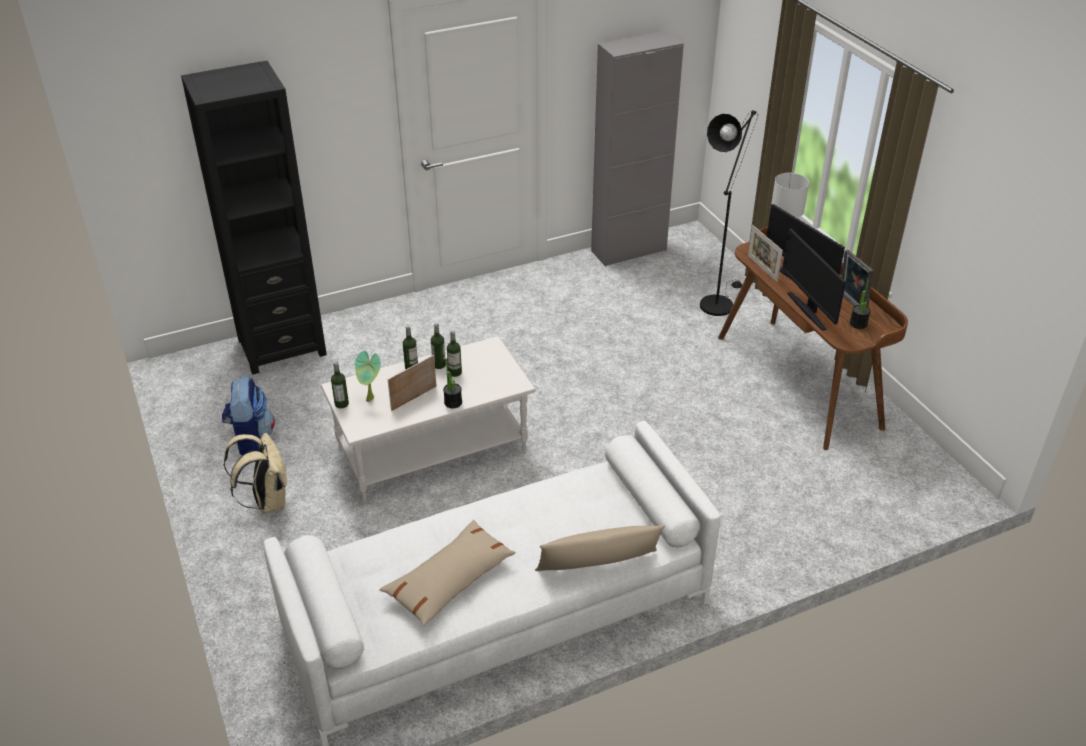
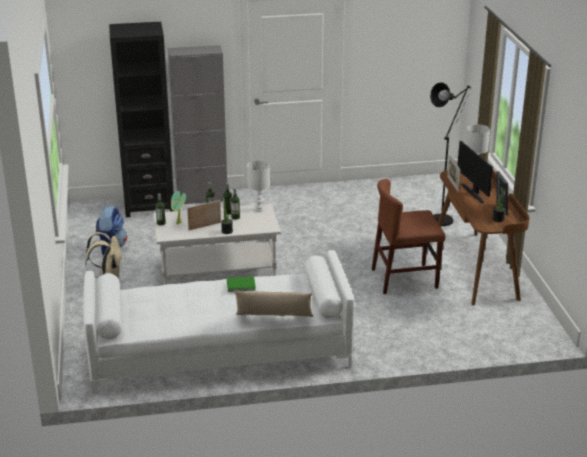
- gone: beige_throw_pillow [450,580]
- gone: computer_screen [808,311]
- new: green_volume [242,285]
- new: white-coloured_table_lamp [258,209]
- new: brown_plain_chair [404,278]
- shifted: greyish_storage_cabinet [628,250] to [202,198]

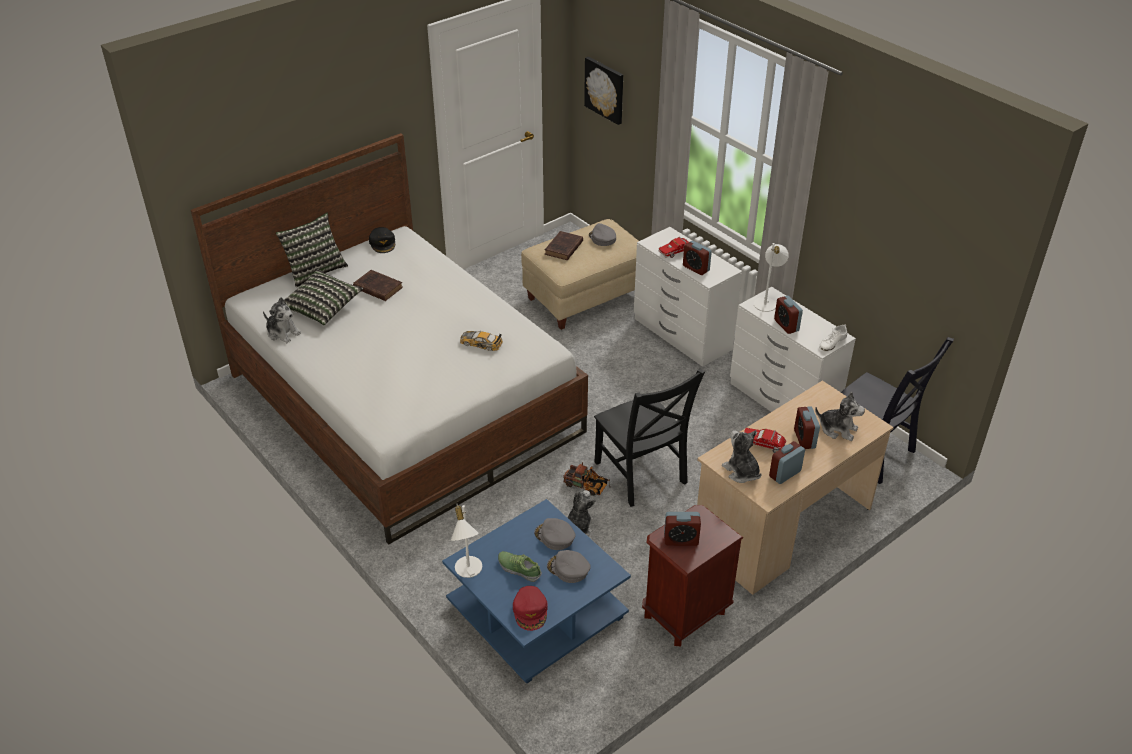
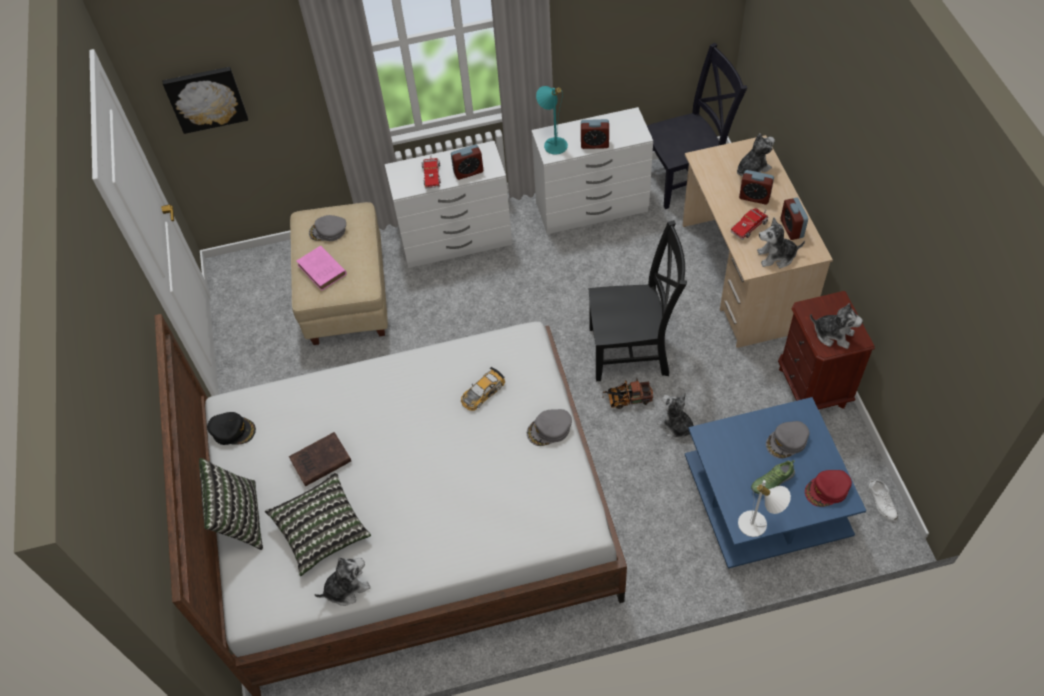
- shifted: greyish_peaked_cap [554,536] to [549,430]
- shifted: white-coloured_shoe [832,342] to [882,502]
- swapped: alarm_clock [681,540] to soft_toy [833,334]
- repainted: brown_volume [563,248] to pinkish_volume [323,270]
- repainted: white-coloured_table_lamp [767,302] to blue-green_table_lamp [553,143]
- rotated: red-coloured_peaked_cap [530,611] = [827,490] 135 degrees clockwise
- rotated: toy_lorry [587,486] = [626,399] 150 degrees counterclockwise

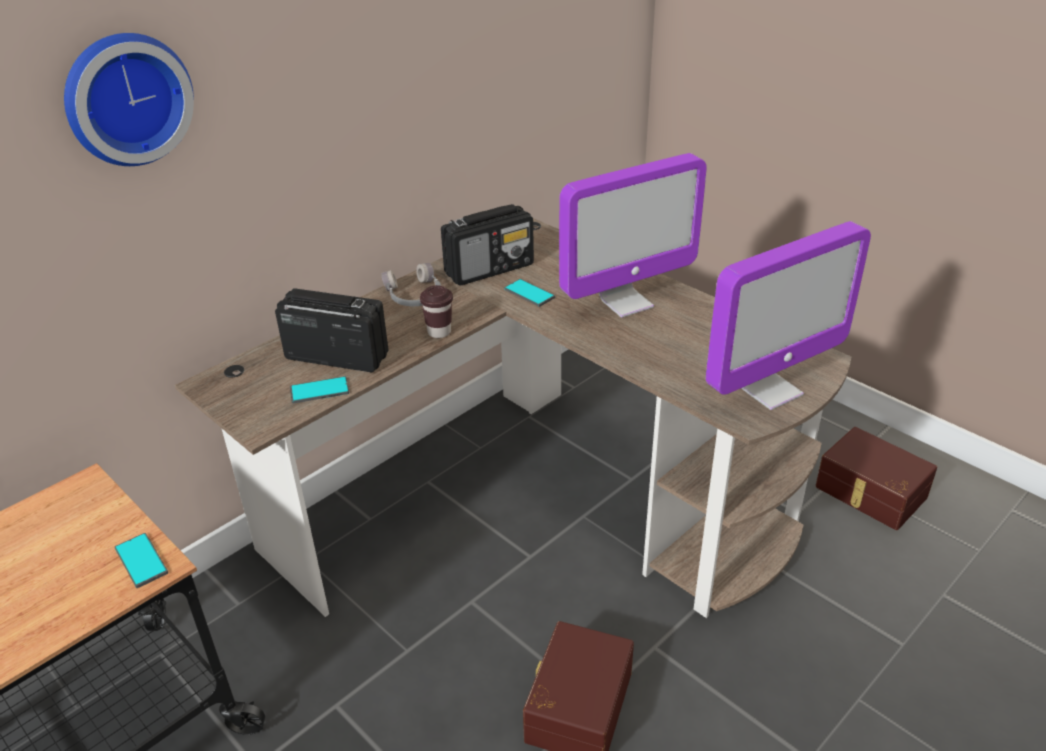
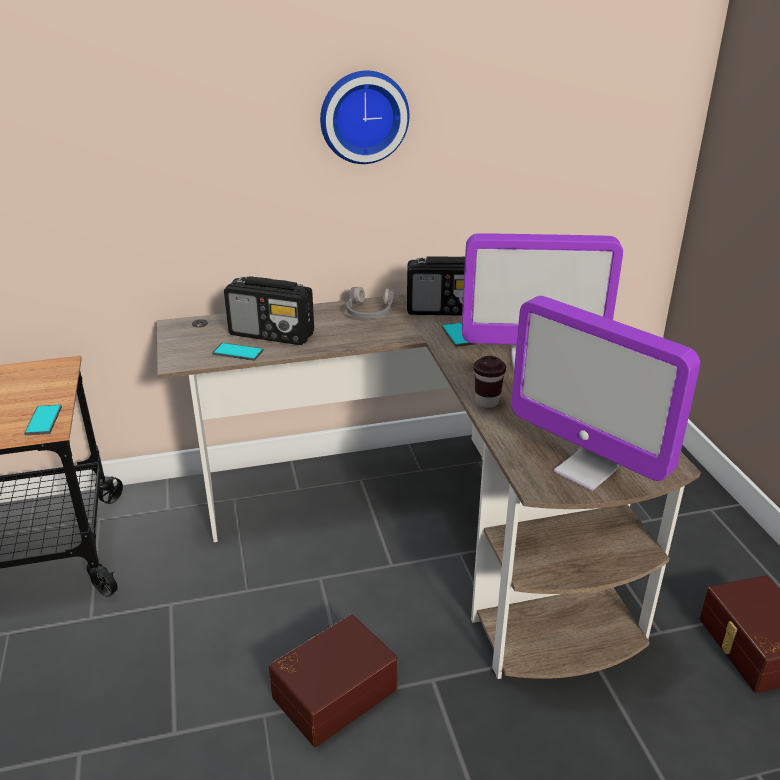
- shifted: wall_clock [126,98] to [363,116]
- shifted: brown_small_cup [439,332] to [487,402]
- rotated: radio_receiver [336,356] = [272,334] 150 degrees clockwise
- rotated: computer_screen [769,390] = [586,470] 45 degrees clockwise

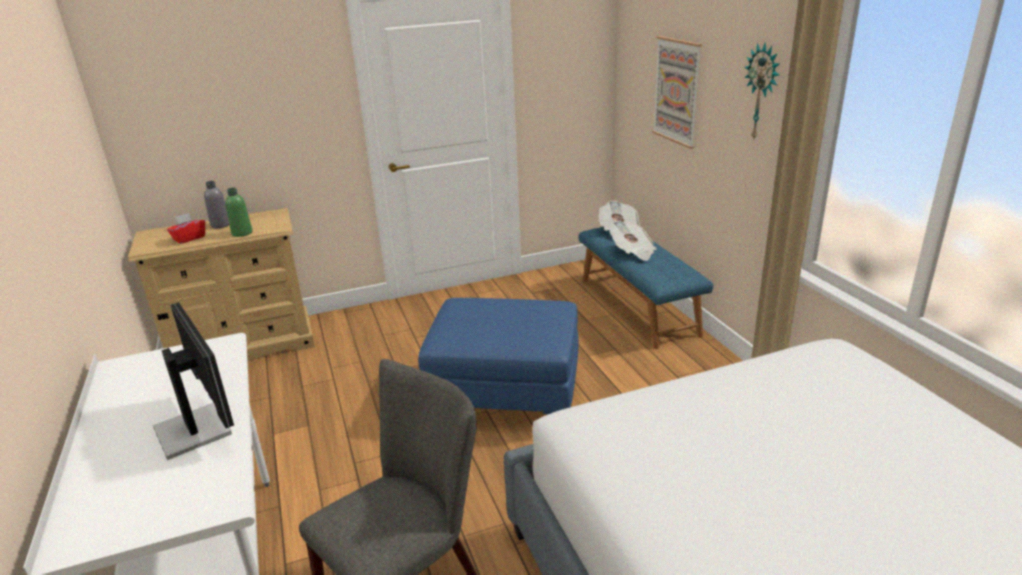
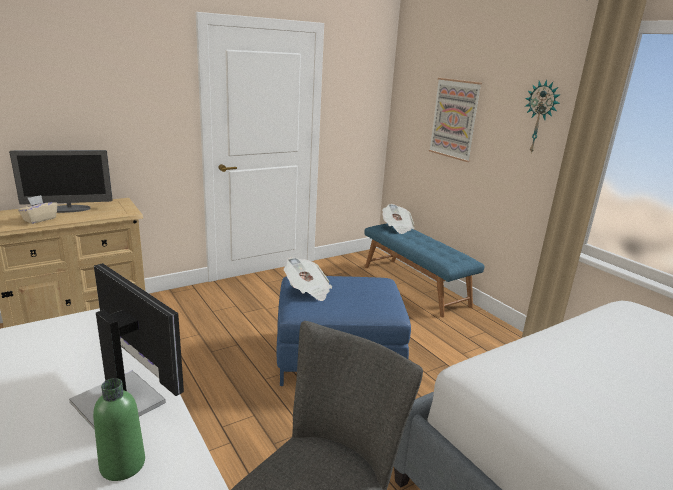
- shifted: green_bottle [242,233] to [122,465]
- shifted: daily_paper [633,252] to [308,290]
- swapped: greyish_bottle [221,225] to computer_screen [68,209]
- repainted: red-coloured_box_of_tissues [189,238] to beige_box_of_tissues [39,219]

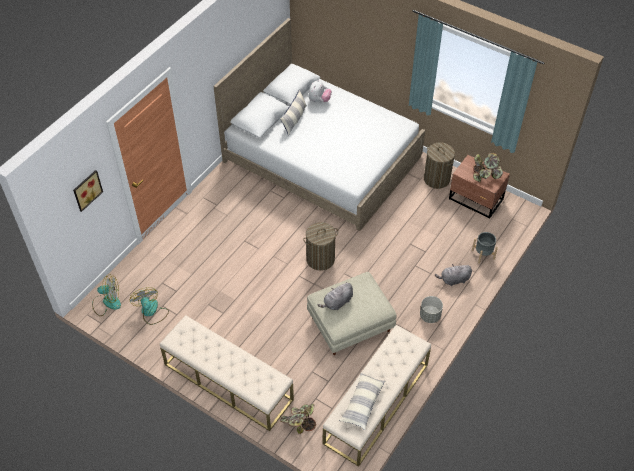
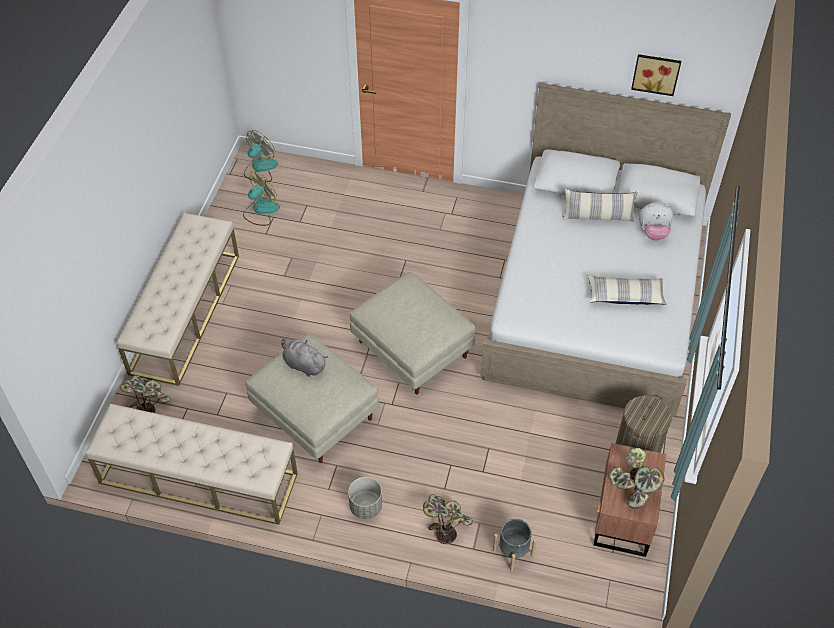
- shifted: wall_art [86,189] to [656,73]
- shifted: throw_pillow [362,403] to [625,295]
- swapped: washing_basket [320,259] to beige_footrest [411,349]
- swapped: greyish_soft_toy [454,280] to plant_in_a_pot [445,522]
- rotated: cooling_fan [107,302] = [260,168] 120 degrees counterclockwise

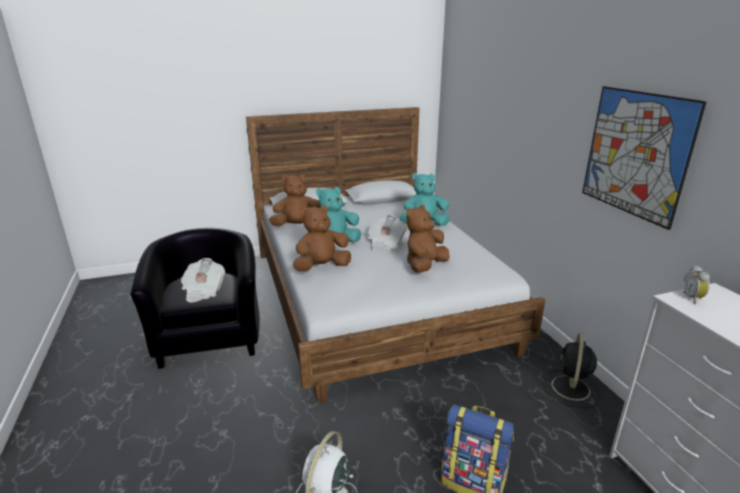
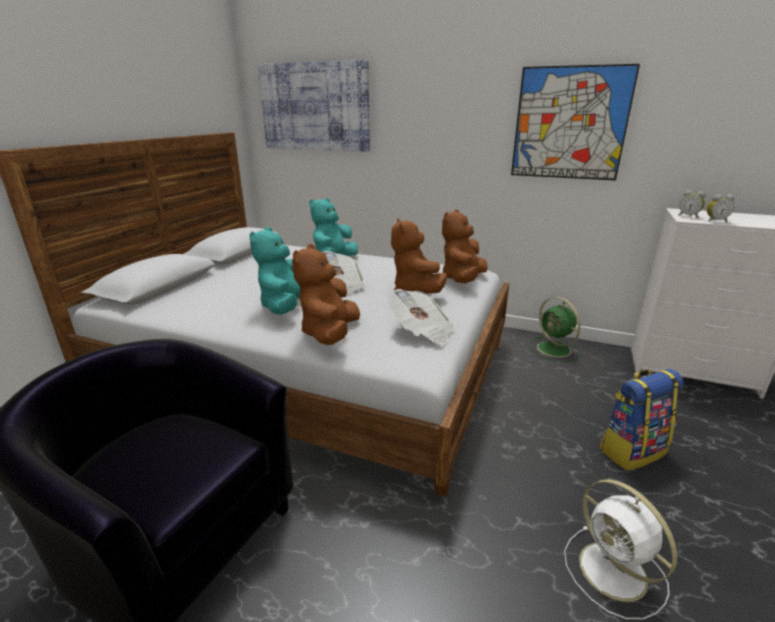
- new: wall_art [315,107]
- new: alarm_clock [715,221]
- shifted: daily_paper [203,291] to [421,332]
- shifted: brown_soft_toy [297,226] to [462,279]
- repainted: blackish_cooling_fan [570,389] to green_cooling_fan [555,350]

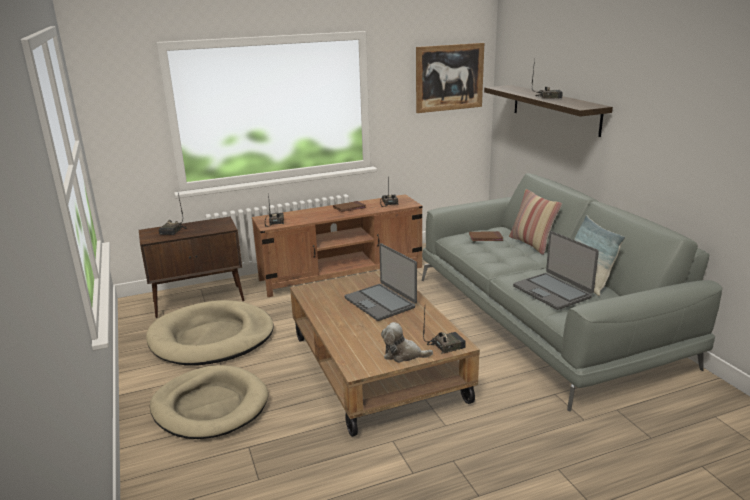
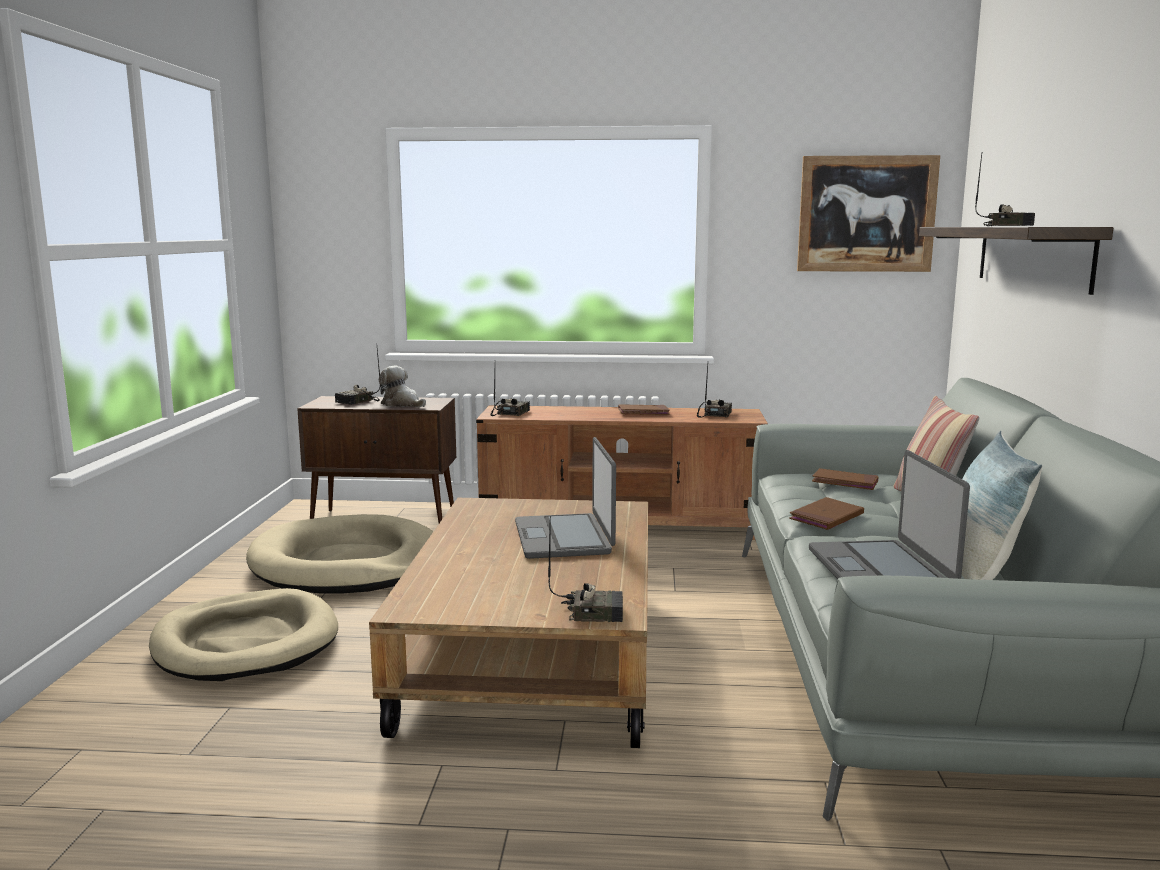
- new: brown_volume [826,517]
- shifted: soft_toy [403,354] to [402,404]

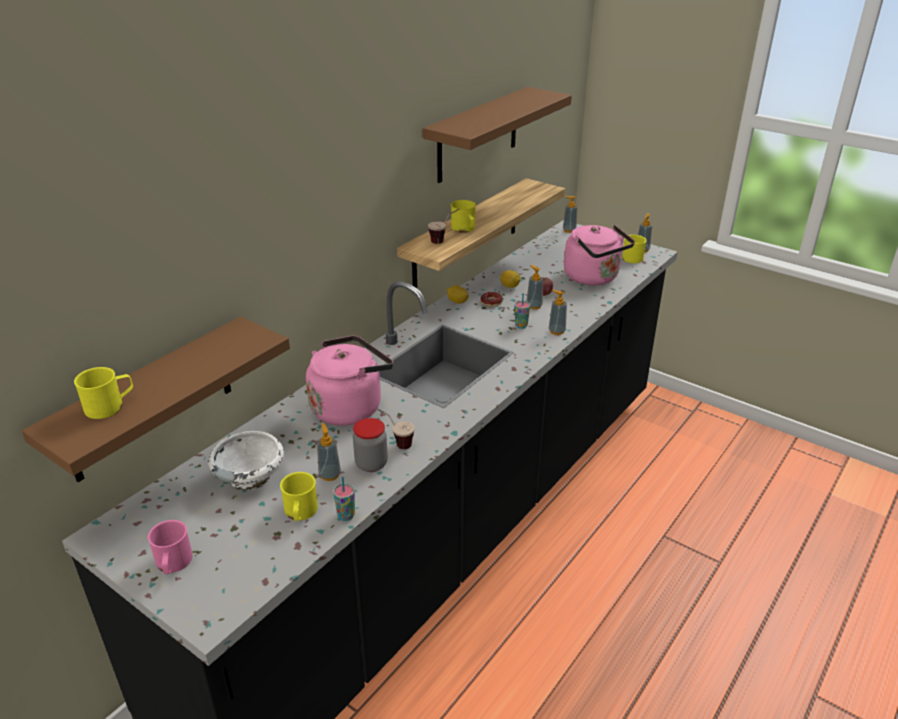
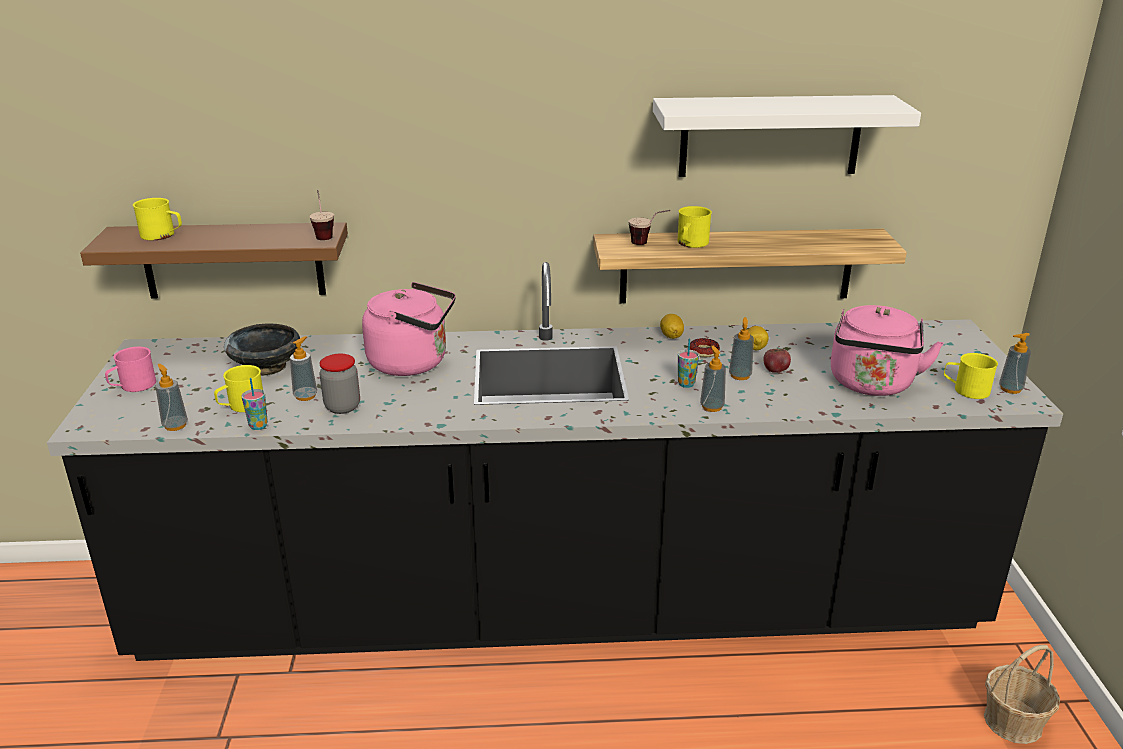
- new: storage_basket [1013,722]
- shifted: small_cup [396,442] to [323,234]
- shifted: liquid_soap_bottle [569,230] to [175,425]
- repainted: white-coloured_deep_dish [250,476] to blackish_deep_dish [266,366]
- repainted: brown_wall_shelf [478,135] to white-coloured_wall_shelf [770,136]

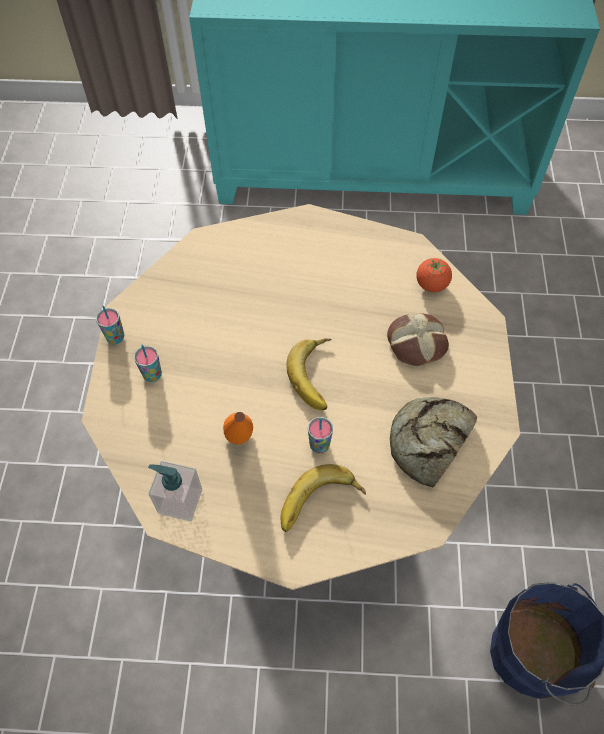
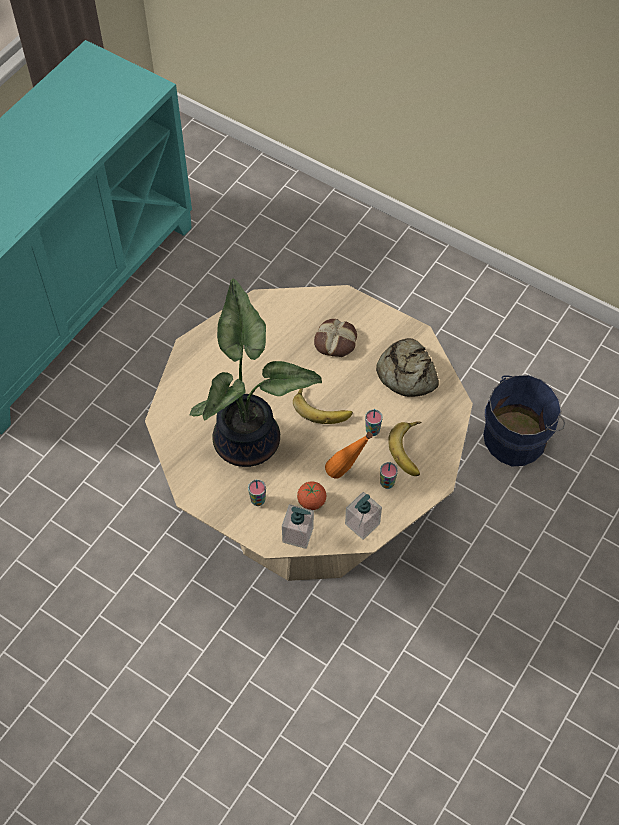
- new: plant_in_a_pot [250,438]
- new: liquid_soap_bottle [298,535]
- shifted: small_cup [115,338] to [387,483]
- shifted: tomato [431,285] to [311,501]

